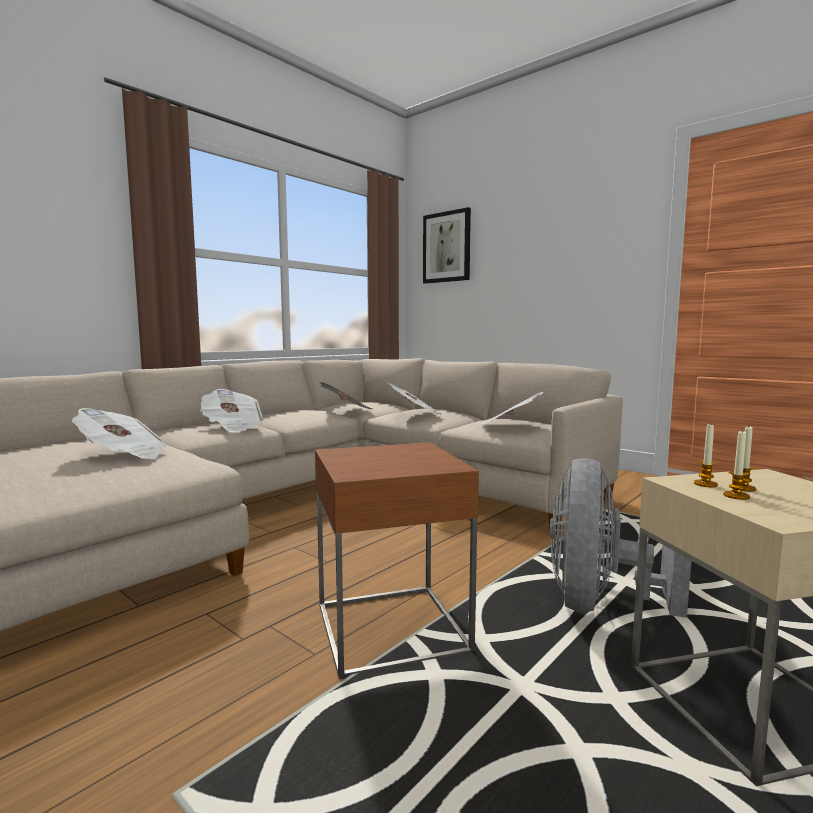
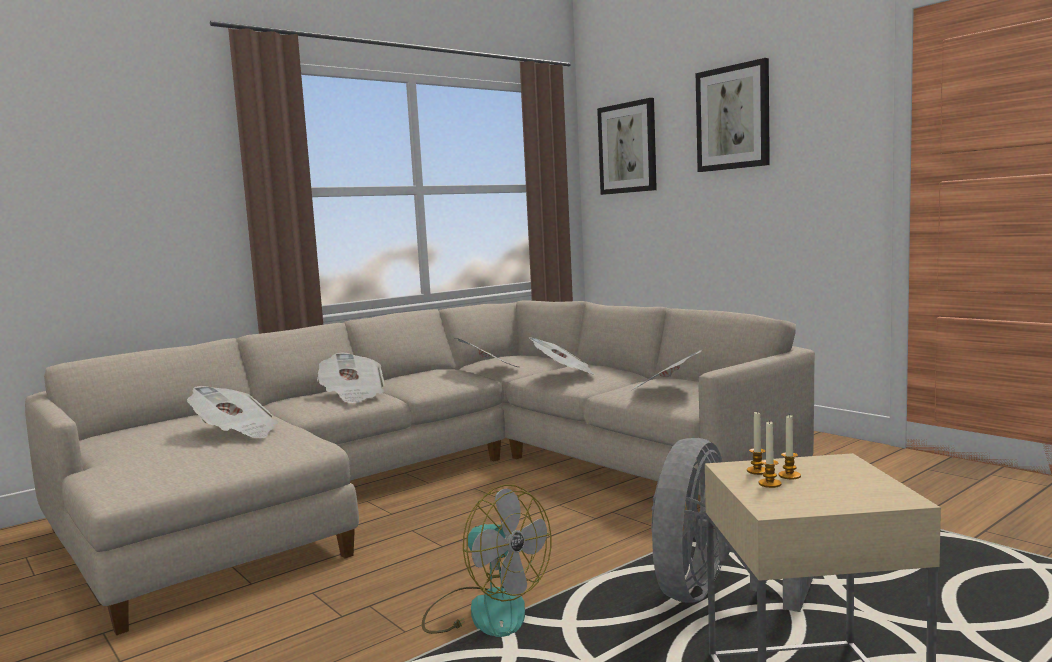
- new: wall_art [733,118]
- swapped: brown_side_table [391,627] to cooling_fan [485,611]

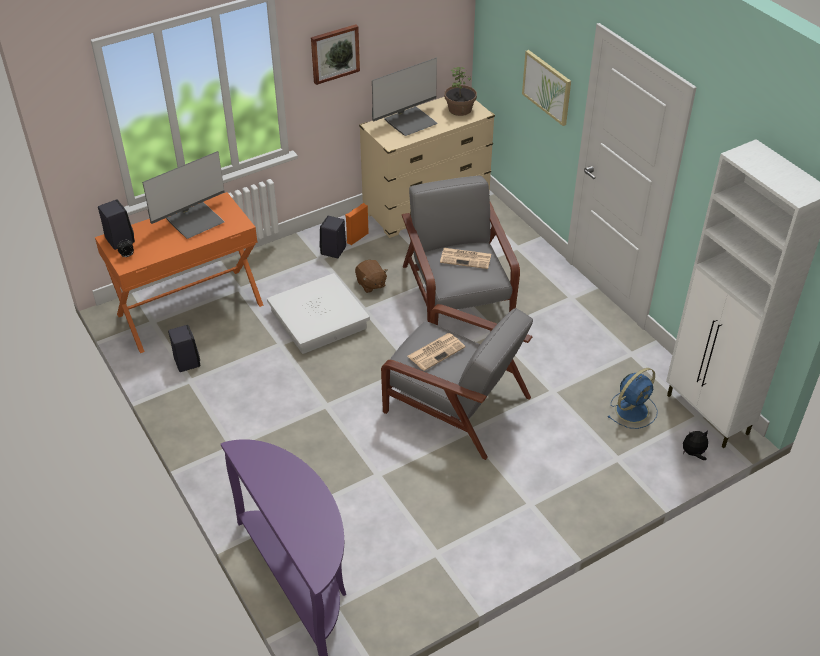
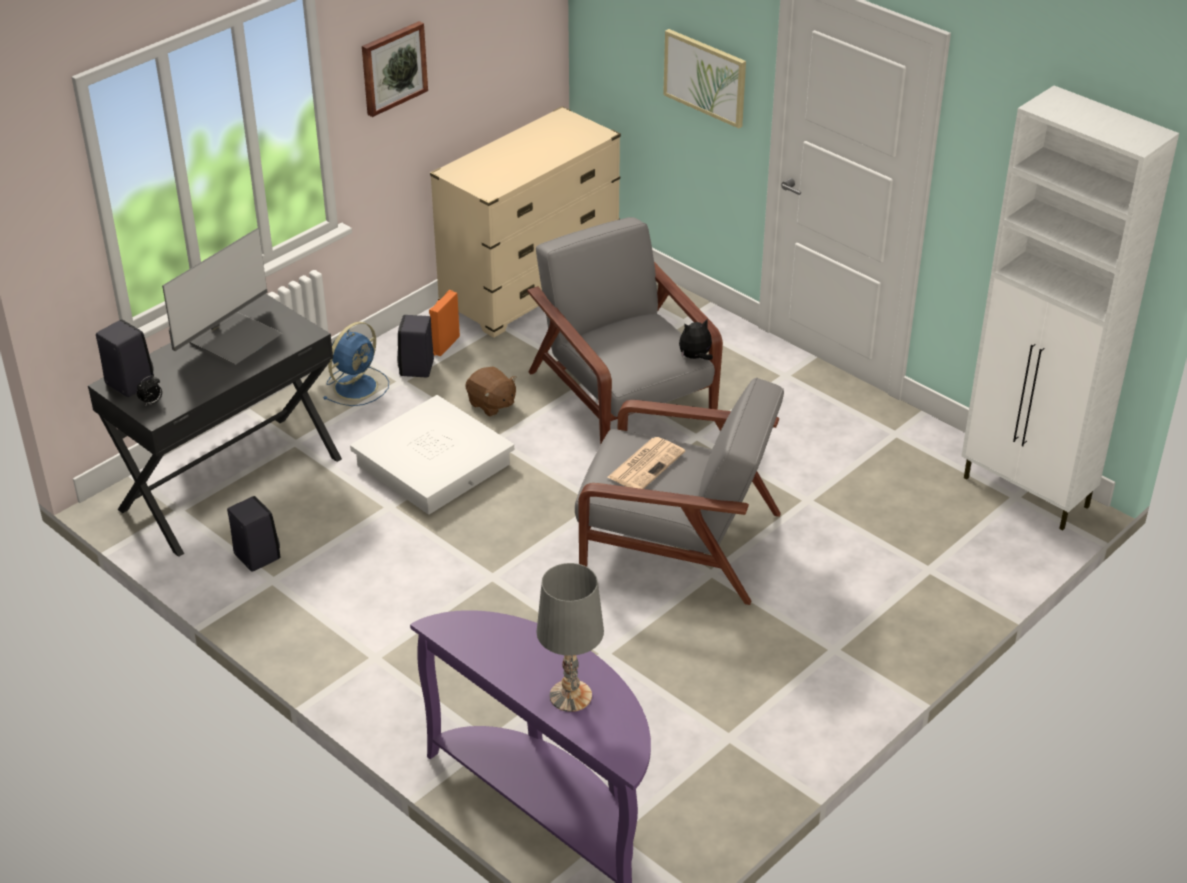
- gone: computer_screen [410,121]
- gone: daily_paper [466,258]
- gone: plant_in_a_pot [460,109]
- new: greyish_table_lamp [570,695]
- shifted: blue_cooling_fan [633,410] to [357,386]
- shifted: soft_toy [693,453] to [695,357]
- repainted: orangey_desk_table [190,309] to blackish_desk_table [230,483]

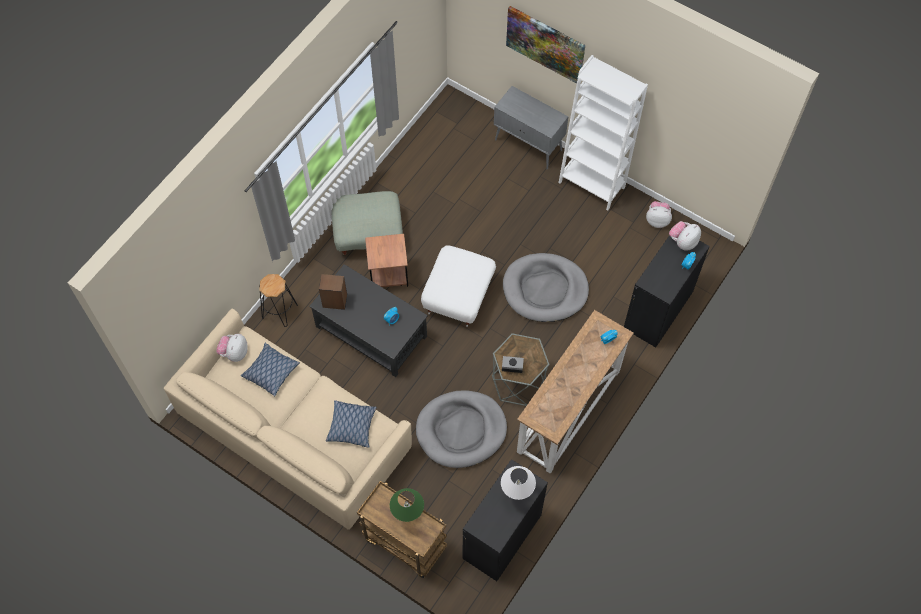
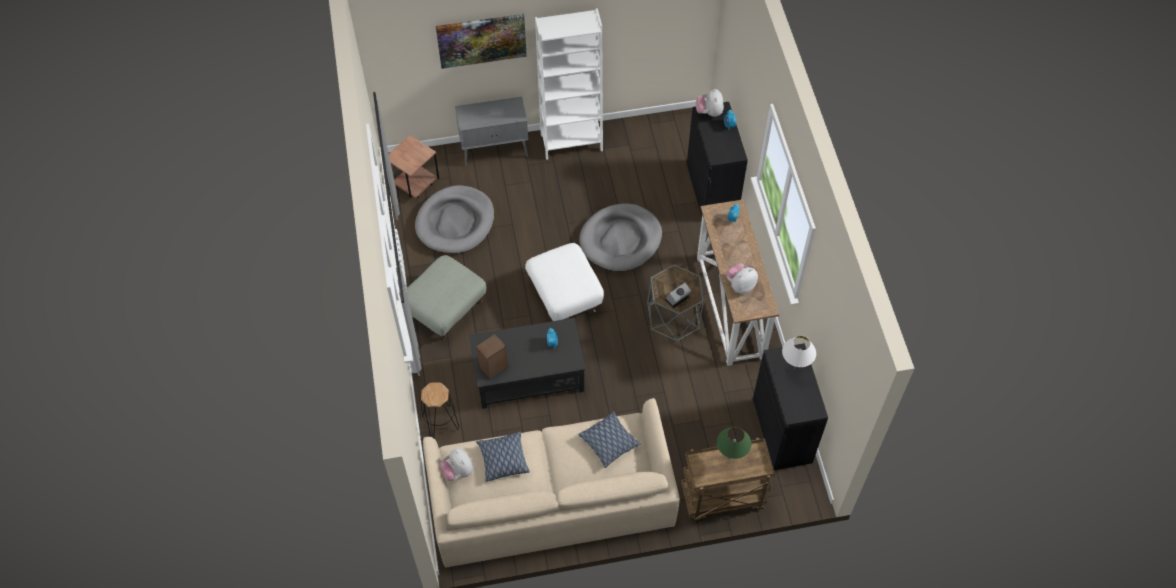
- shifted: brown_side_table [389,276] to [415,185]
- shifted: greyish_pet_bed [461,430] to [455,222]
- shifted: soft_toy [657,220] to [740,285]

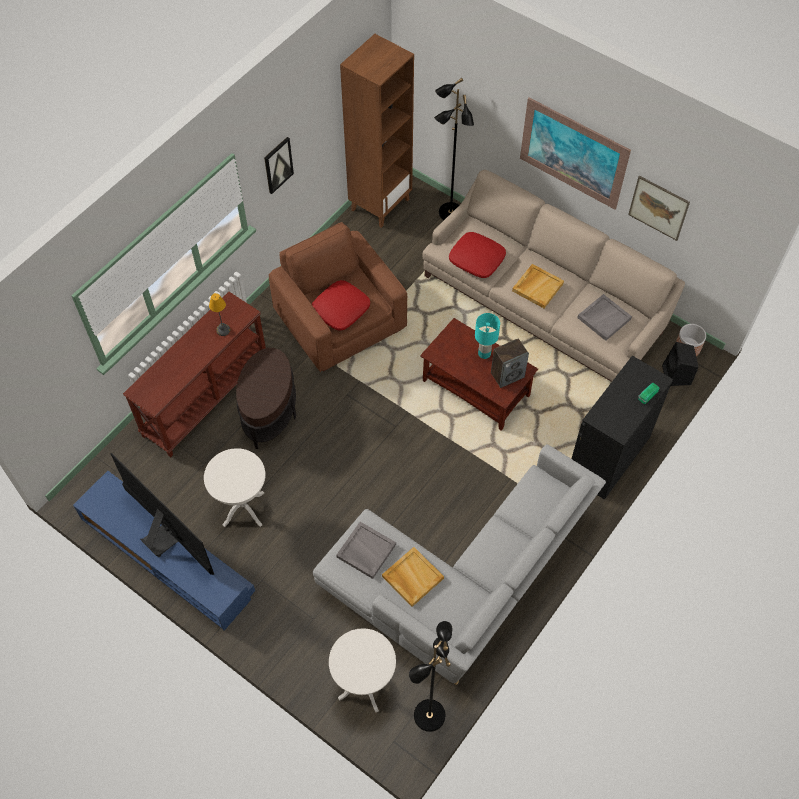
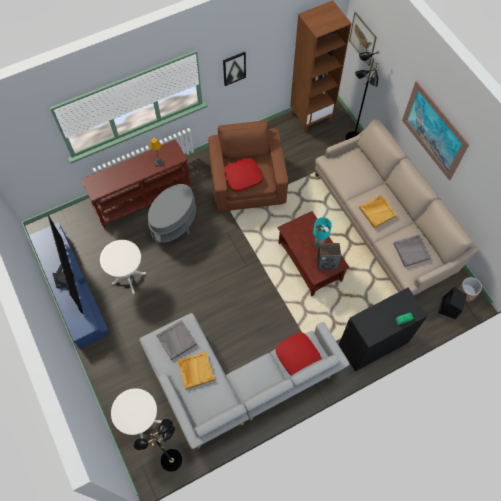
- shifted: red-coloured_throw_pillow [477,259] to [298,356]
- shifted: wall_art [658,208] to [362,38]
- repainted: brown_side_table [269,413] to greyish_side_table [174,225]

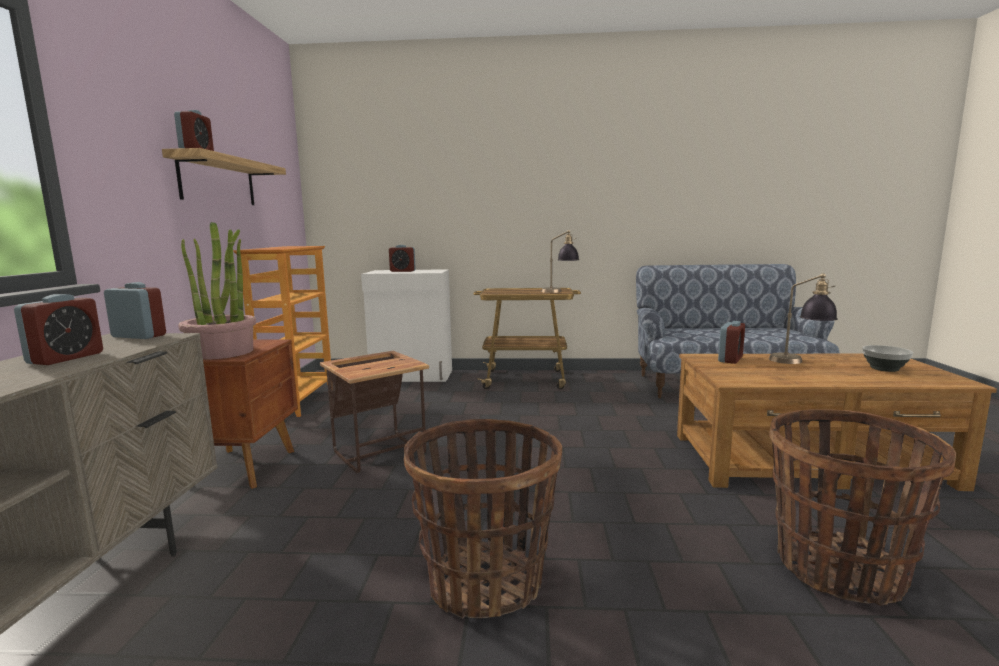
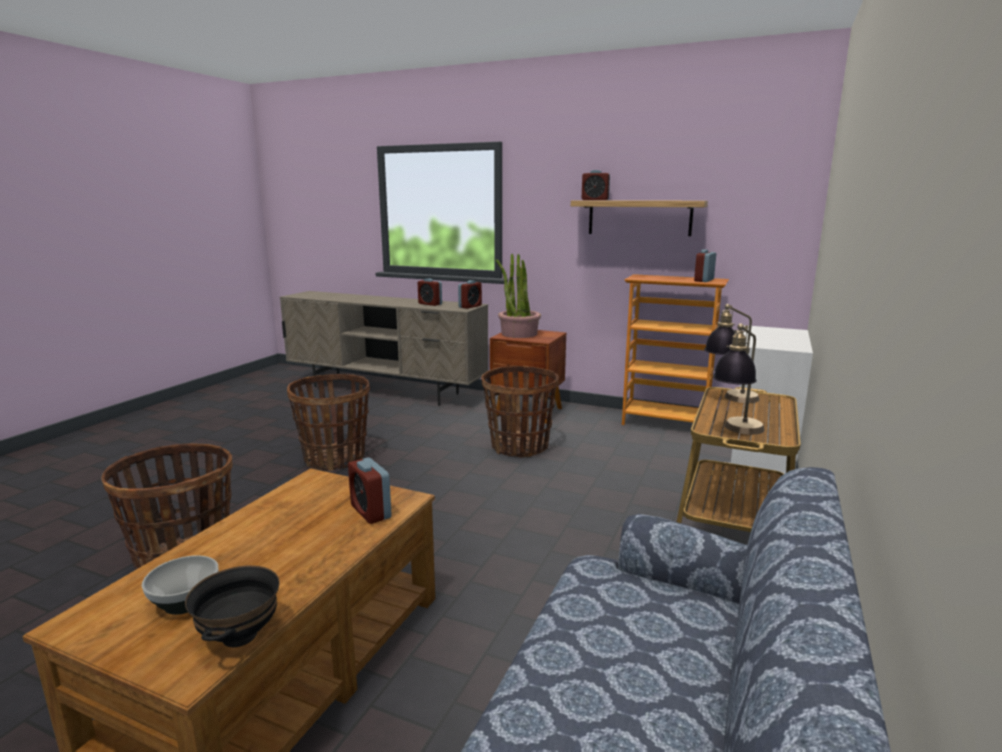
- new: blackish_deep_dish [239,636]
- shifted: alarm_clock [402,271] to [704,280]
- shifted: table_lamp [799,362] to [729,399]
- swapped: side_table [381,453] to storage_basket [519,447]

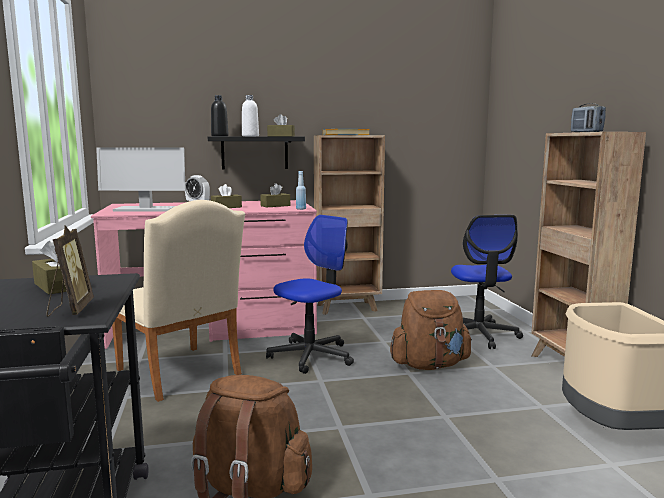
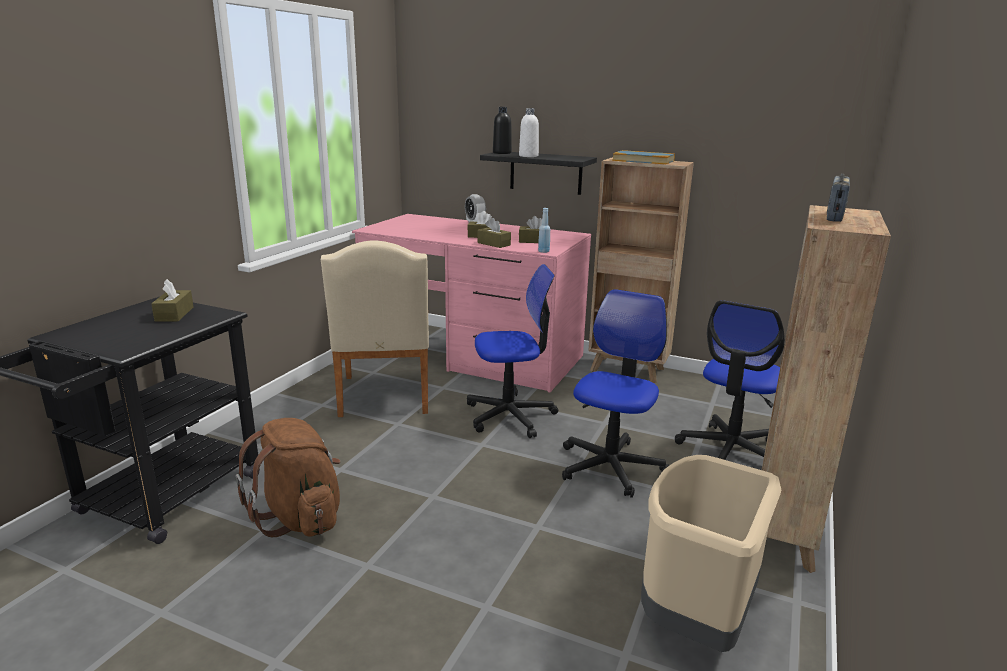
- gone: picture_frame [70,310]
- gone: computer_screen [144,209]
- shifted: brown_box_of_tissues [281,136] to [494,244]
- swapped: brown_backpack [429,365] to office_chair [611,467]

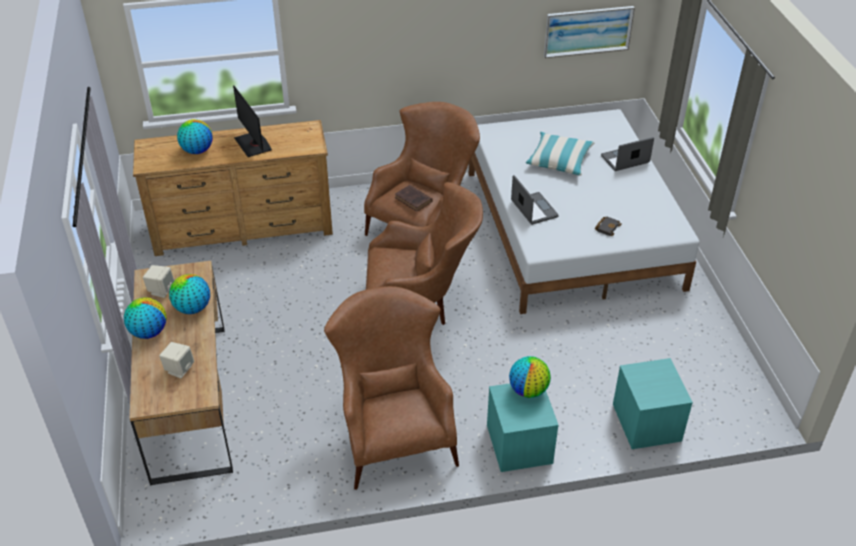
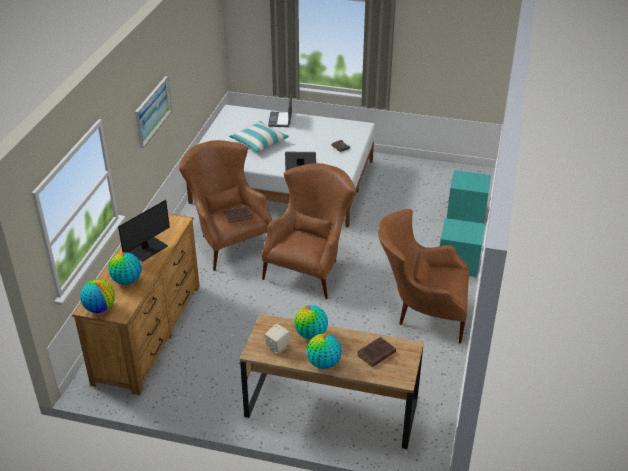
- shifted: globe [528,390] to [100,308]
- shifted: wall_art [588,31] to [152,111]
- swapped: beige_speaker [179,369] to brown_volume [375,354]
- rotated: computer_screen [253,144] = [147,249] 45 degrees counterclockwise

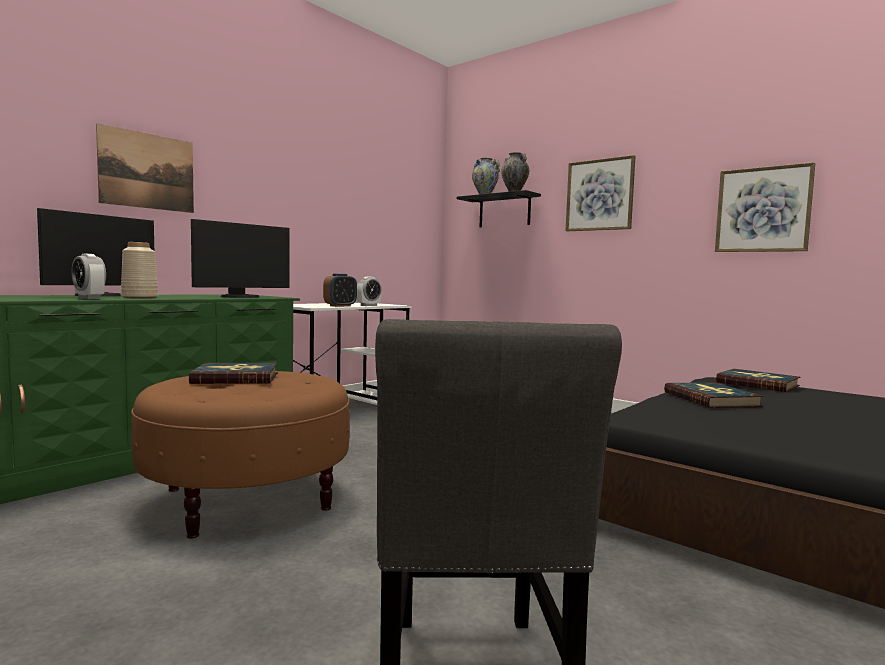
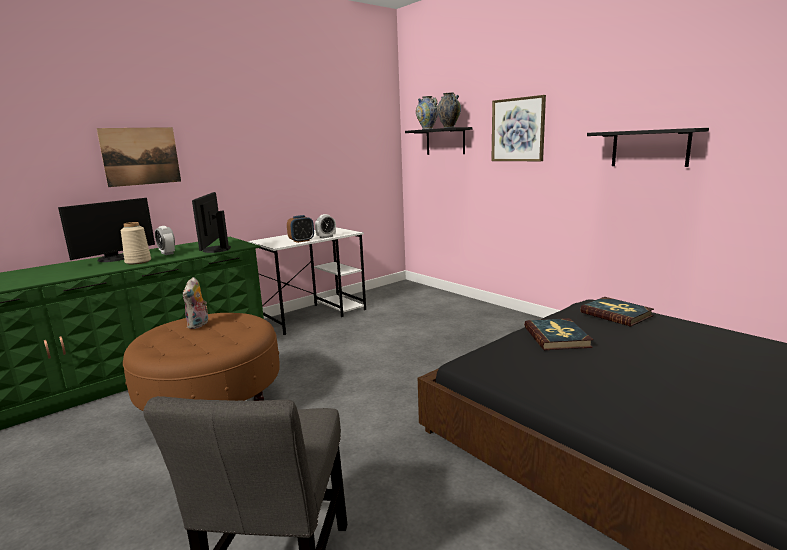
- shifted: alarm_clock [89,298] to [167,253]
- swapped: volume [236,378] to soft_toy [199,325]
- swapped: wall_art [763,210] to blackish_wall_shelf [650,148]
- rotated: computer_screen [241,297] = [215,249] 120 degrees clockwise

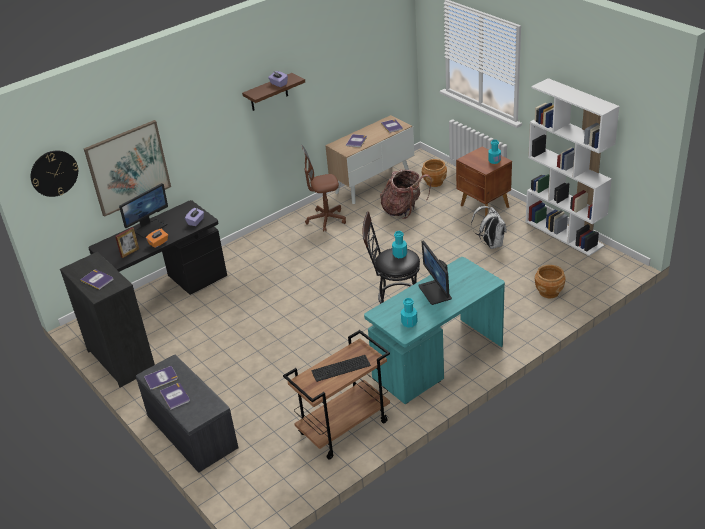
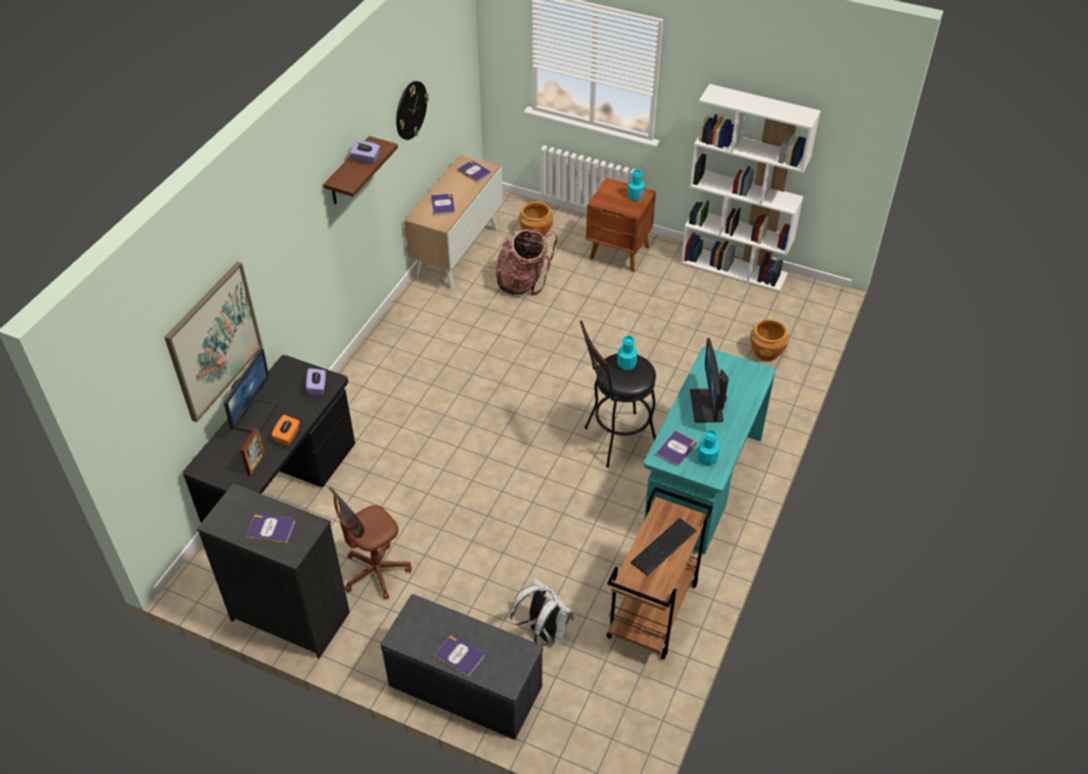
- shifted: wall_clock [54,173] to [410,110]
- shifted: volume [161,378] to [676,449]
- shifted: brown_office_chair [326,220] to [376,572]
- shifted: white-coloured_backpack [490,244] to [543,631]
- rotated: computer_screen [435,292] = [707,406] 45 degrees clockwise

